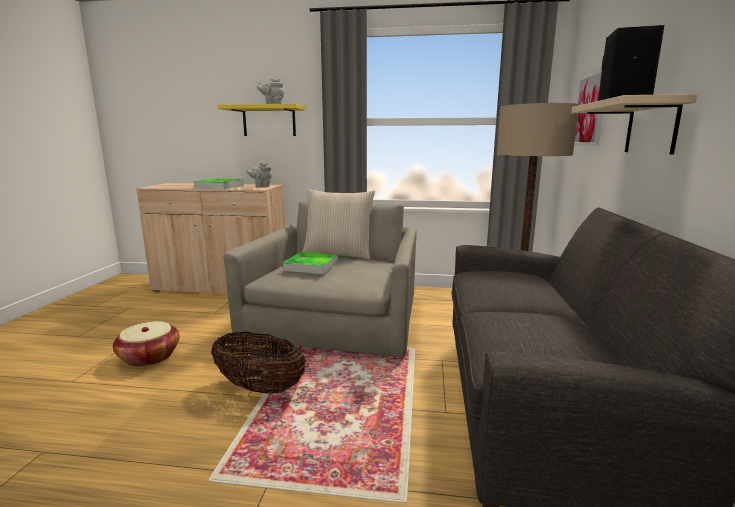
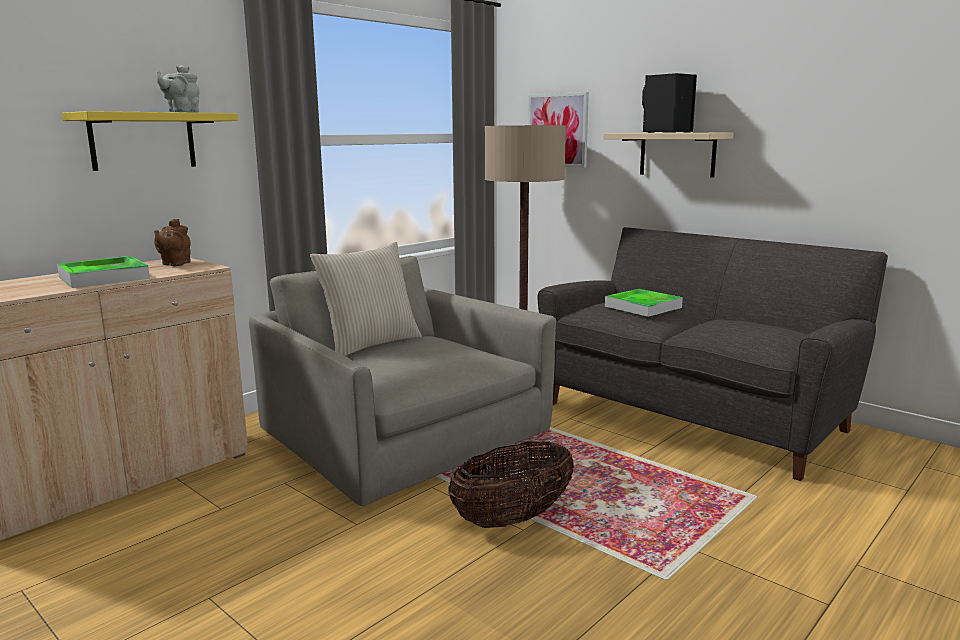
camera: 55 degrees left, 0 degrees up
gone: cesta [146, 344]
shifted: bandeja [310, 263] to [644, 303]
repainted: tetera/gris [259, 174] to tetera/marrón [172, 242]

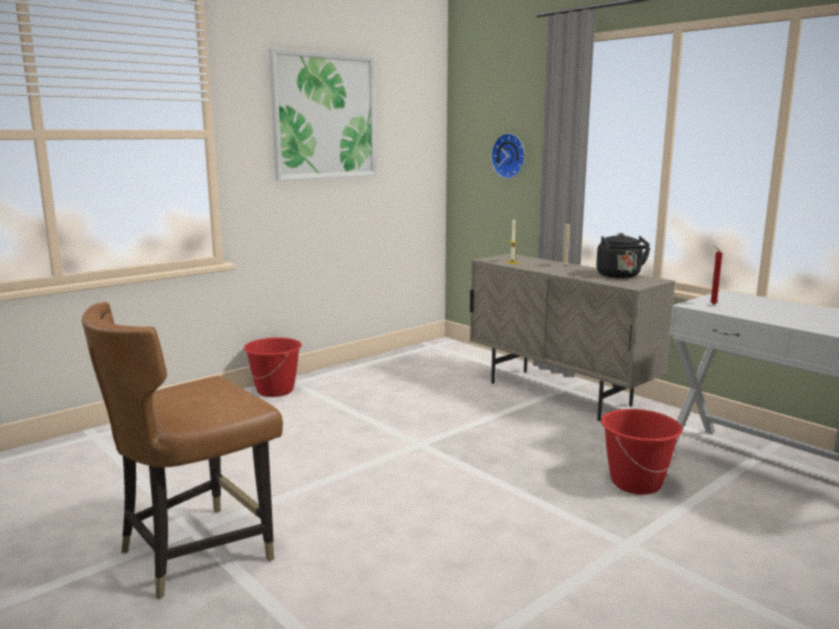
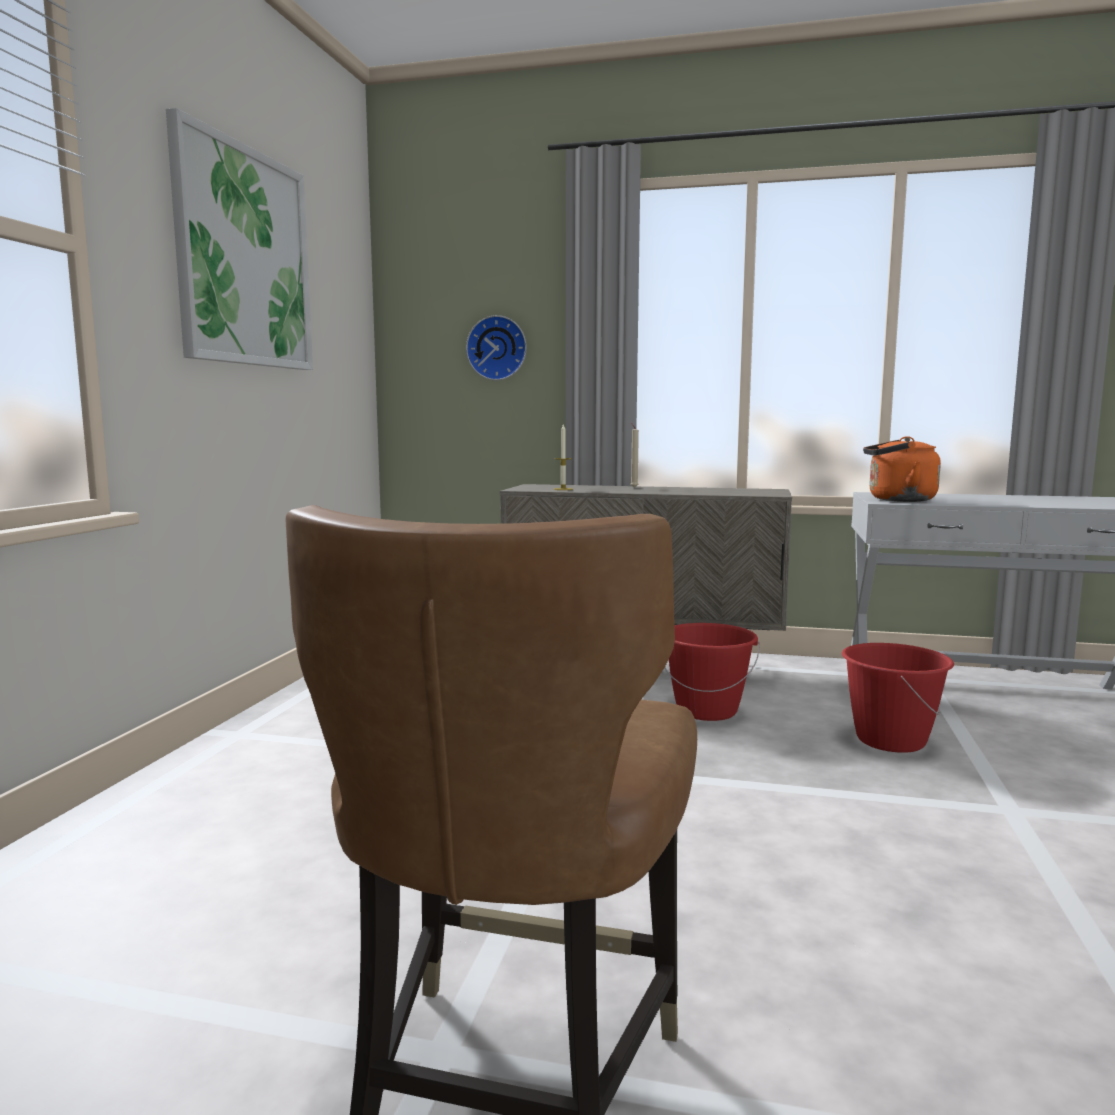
camera: 35 degrees left, 5 degrees down
gone: hervidor/negro [623, 255]
shifted: cubo/rojo [273, 367] to [712, 672]
swapped: vela/rojo [716, 275] to hervidor/naranja [902, 469]

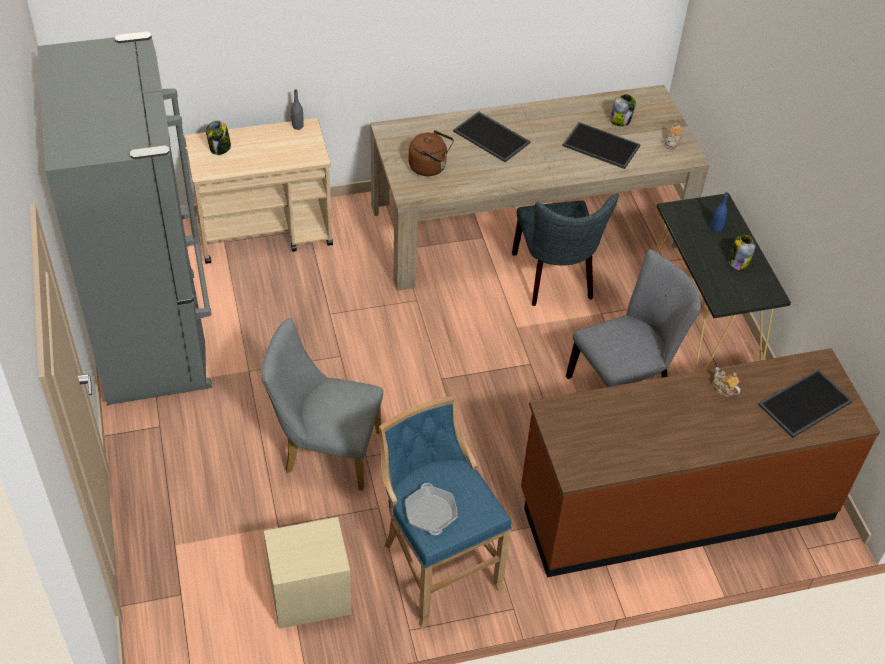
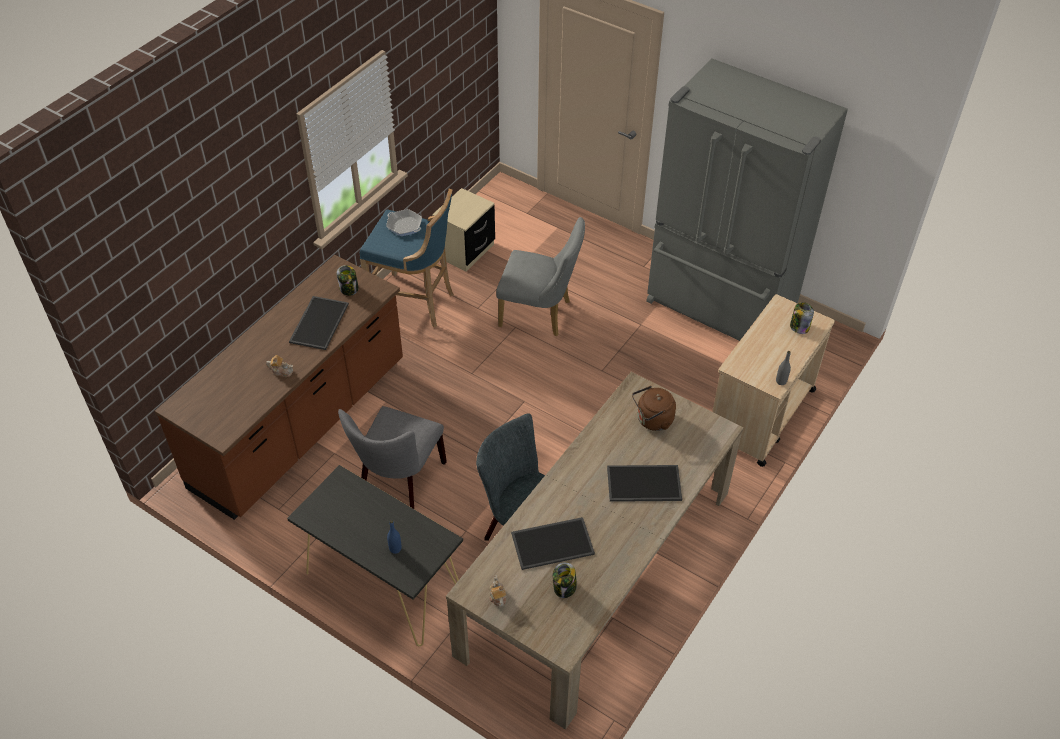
camera: 140 degrees right, 0 degrees up
shifted: tarro [742, 252] to [348, 280]; bandeja [805, 403] to [319, 323]
rotated: silla/gris [322, 404] = [540, 277] 45 degrees clockwise

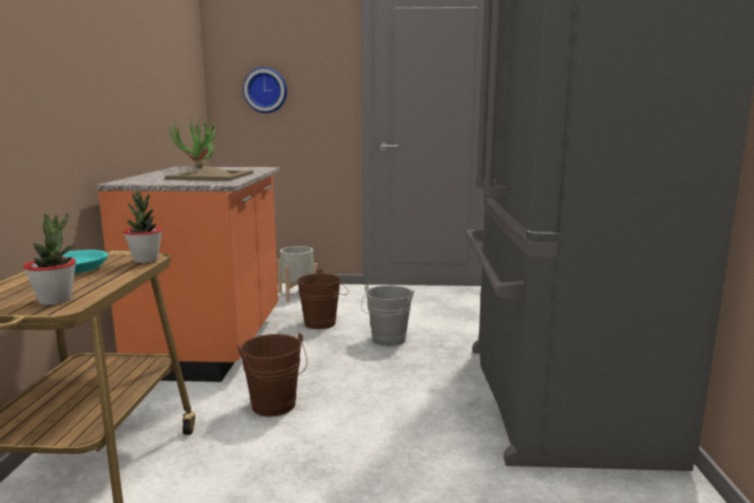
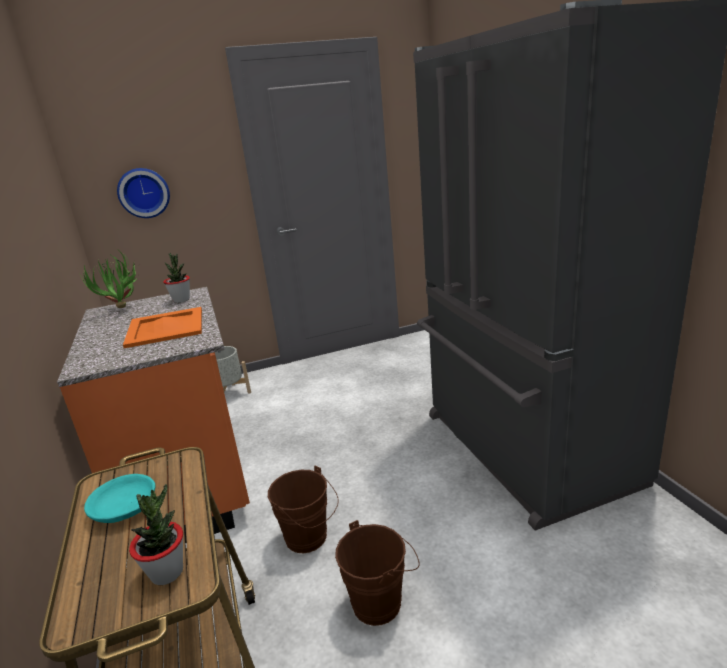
camera: 20 degrees left, 10 degrees up
gone: cubo/gris [387, 315]
shifted: planta en maceta [142, 227] to [176, 278]; cubo/marrón [323, 299] to [377, 573]
repainted: bandeja/beis [209, 173] to bandeja/naranja [162, 327]

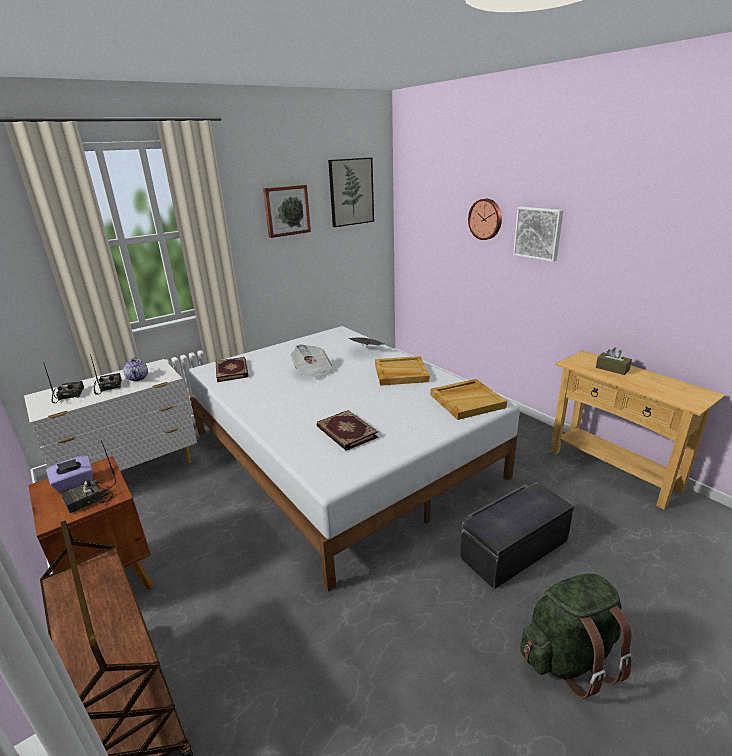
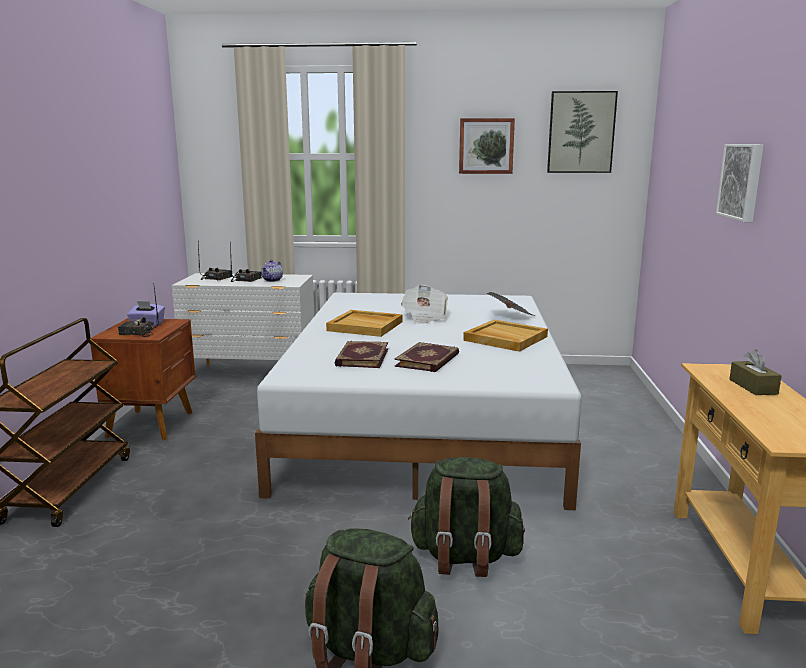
camera: 40 degrees right, 10 degrees down
gone: reloj de pared [485, 219]
shifted: libro [232, 369] to [426, 357]; bandeja/beis [469, 399] to [364, 323]
swapped: caja de almacenaje/negro [517, 535] to mochila/verde [466, 517]

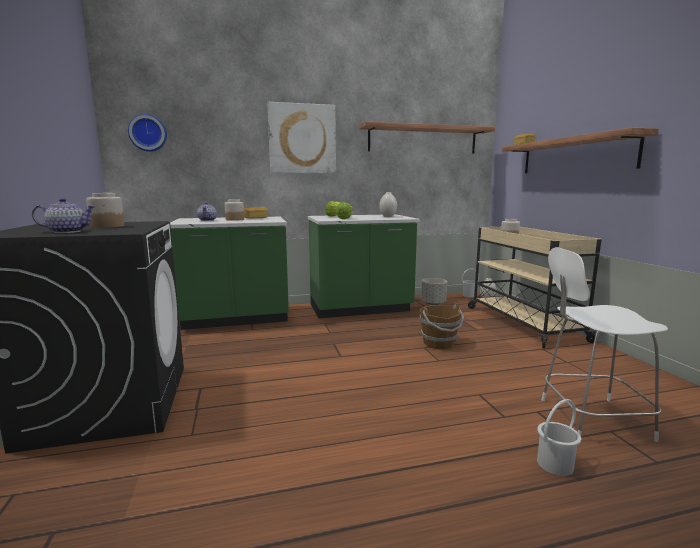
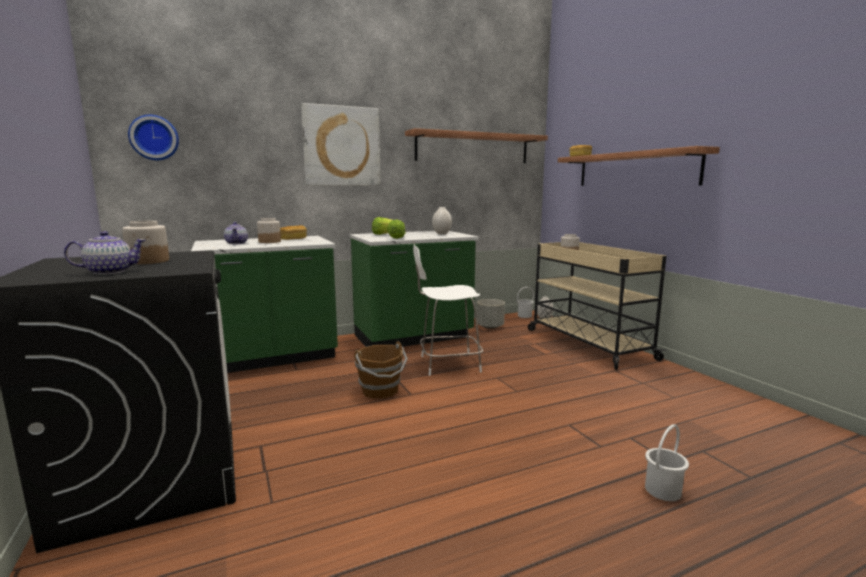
camera: 10 degrees left, 0 degrees up
shifted: cubo/marrón [442, 326] to [381, 370]; silla/blanco [604, 344] to [448, 310]

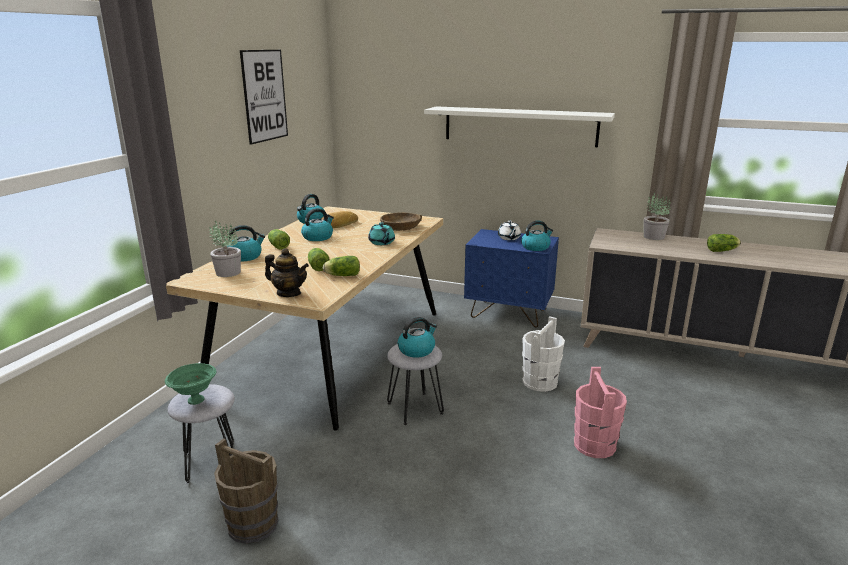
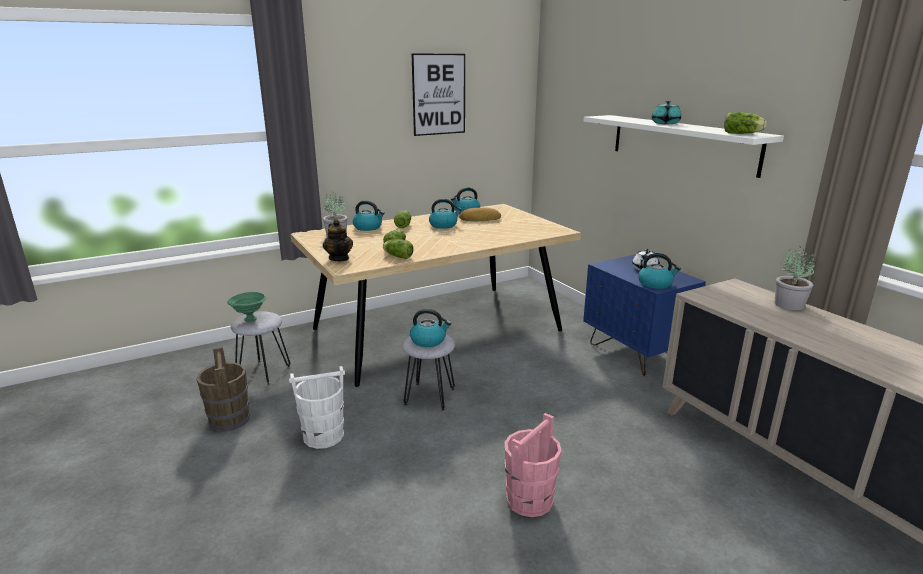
camera: 40 degrees right, 0 degrees up
gone: cuenco/marrón [401, 221]
shifted: tetera/turquesa [381, 233] to [666, 112]; cubo/blanco [543, 354] to [317, 407]; lechuga [724, 243] to [745, 123]

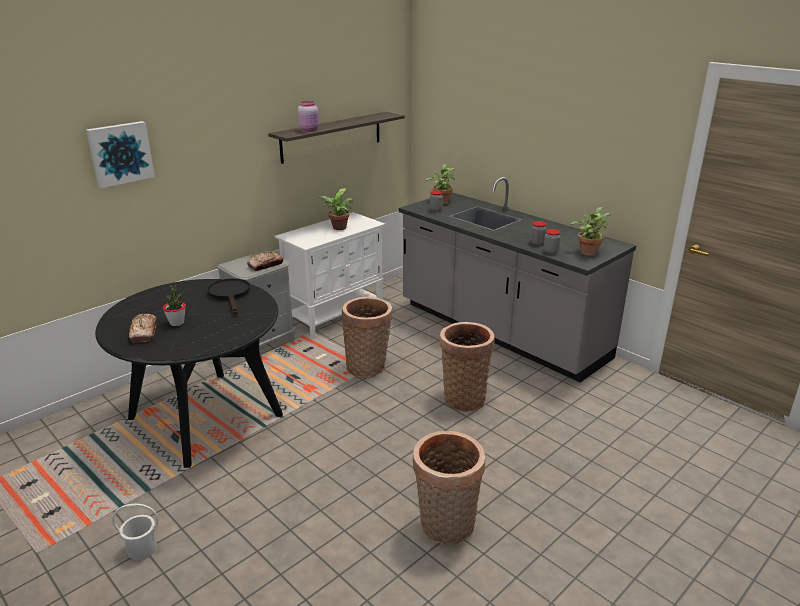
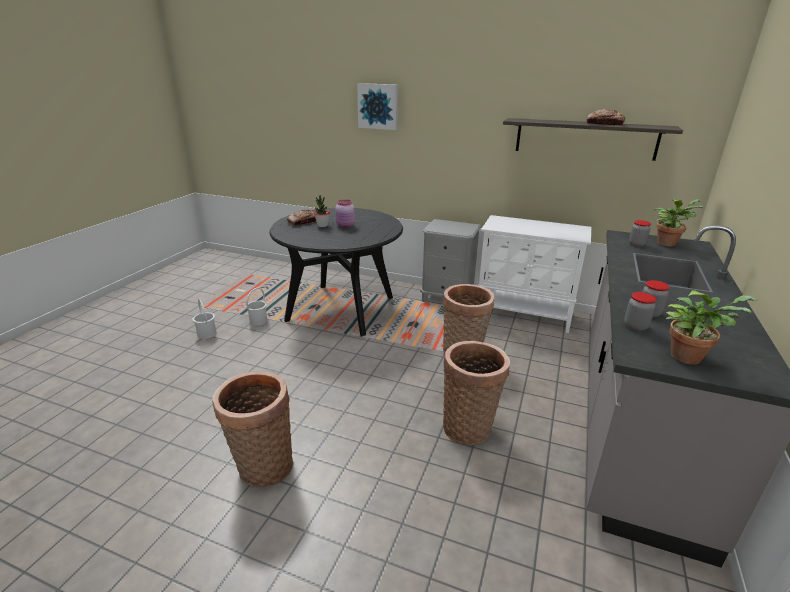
camera: 65 degrees right, 0 degrees up
gone: sartén/negro [229, 296]; planta en maceta [335, 209]
new: cubo/blanco [256, 307]
shifted: pan [265, 261] to [606, 117]; tarro/rosa [308, 116] to [345, 213]

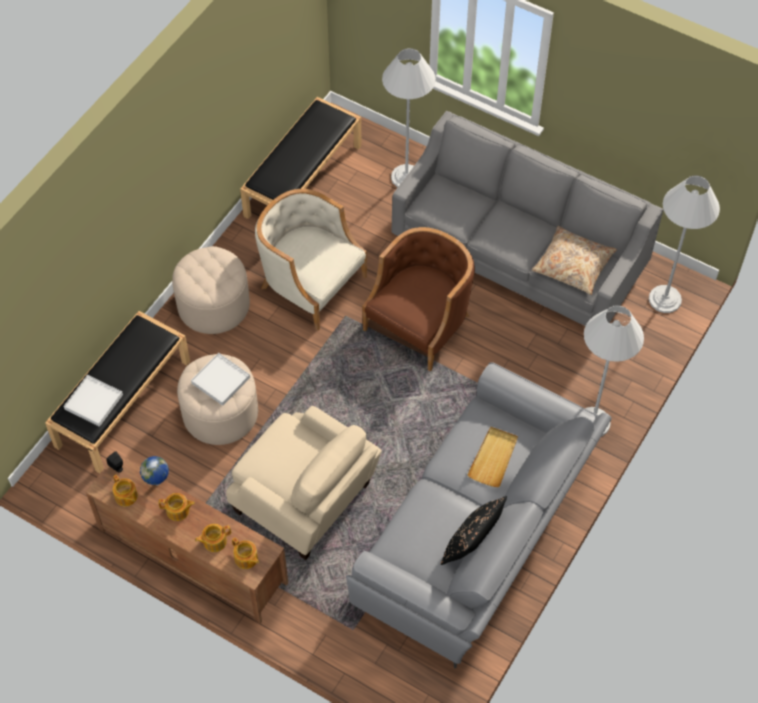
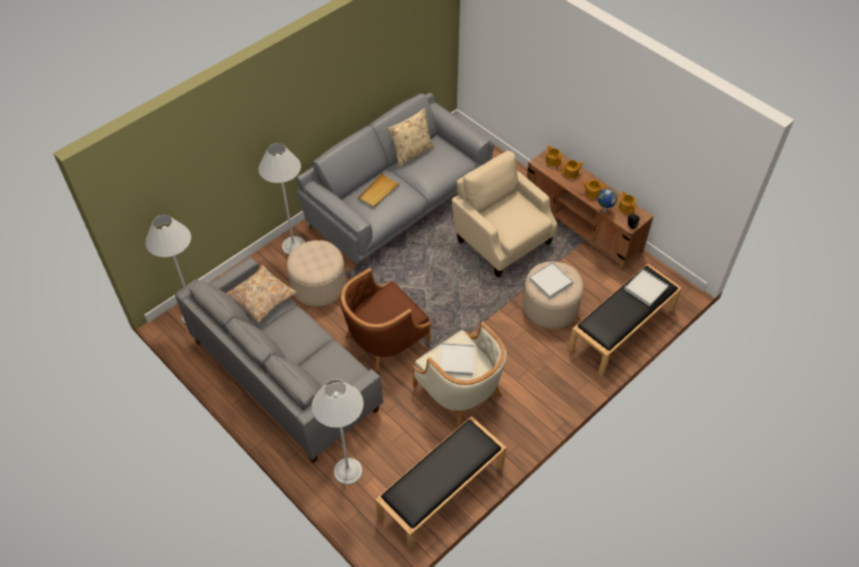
camera: 165 degrees left, 5 degrees down
new: bandeja/blanco [457, 359]
shifted: puf/beis [211, 290] to [316, 273]
repainted: cojín/negro [474, 530] to cojín/beis [411, 137]

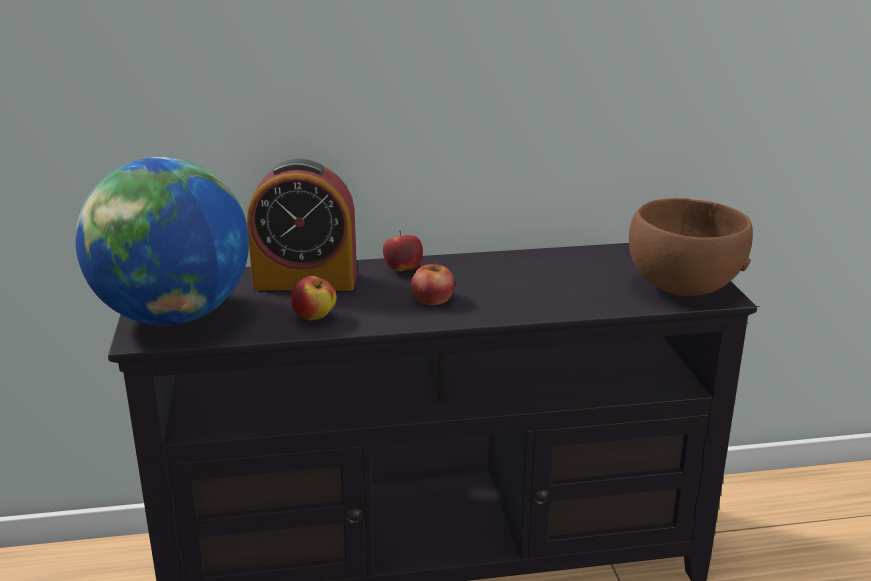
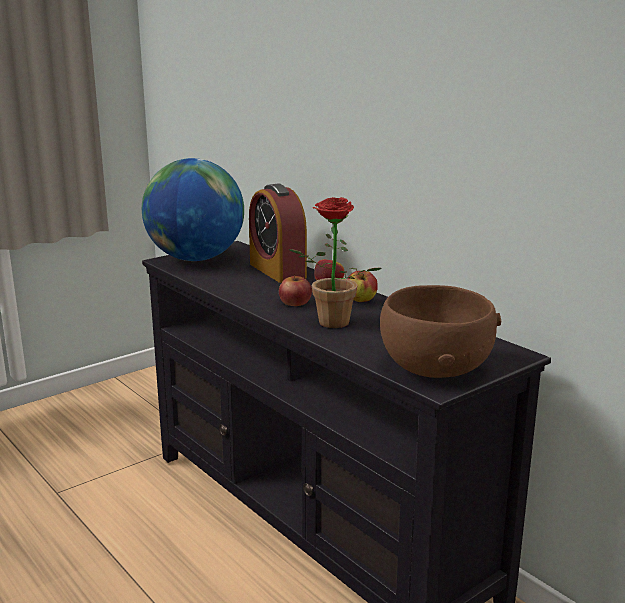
camera: 60 degrees right, 5 degrees down
new: planta en maceta [335, 262]
shifted: manzana [314, 298] to [362, 286]

